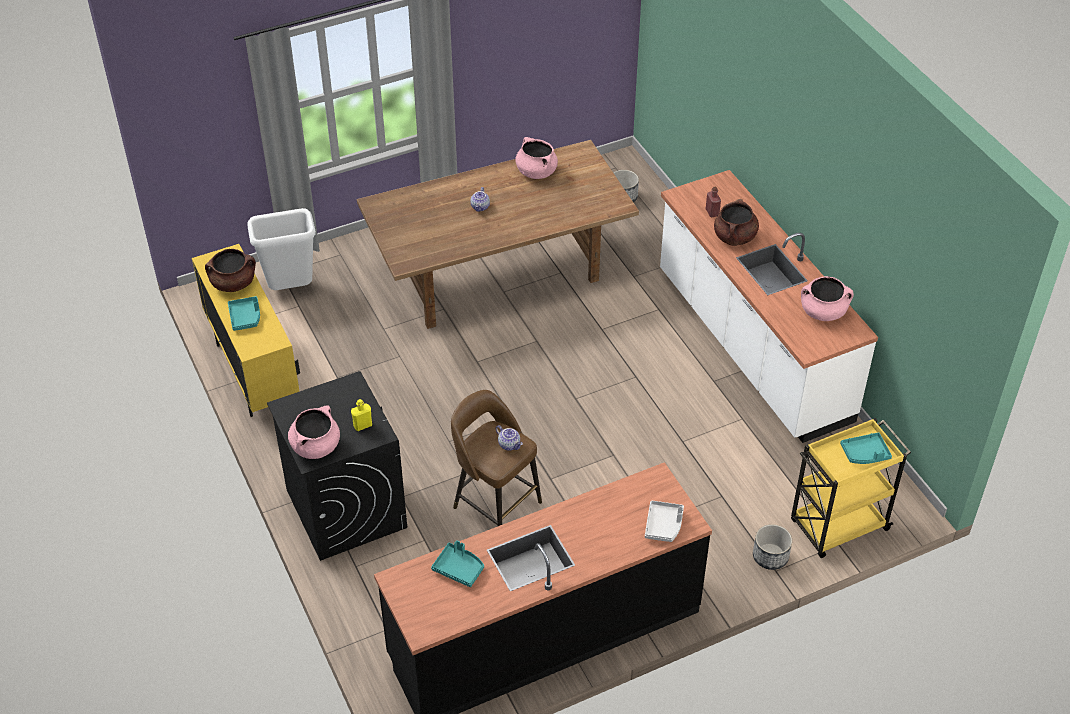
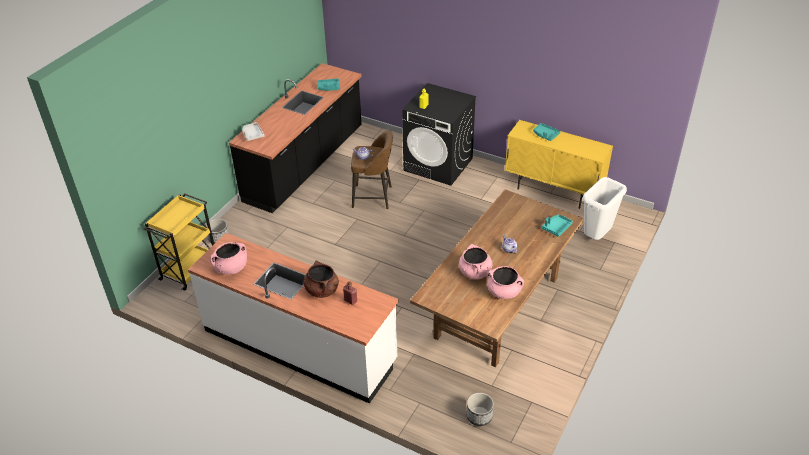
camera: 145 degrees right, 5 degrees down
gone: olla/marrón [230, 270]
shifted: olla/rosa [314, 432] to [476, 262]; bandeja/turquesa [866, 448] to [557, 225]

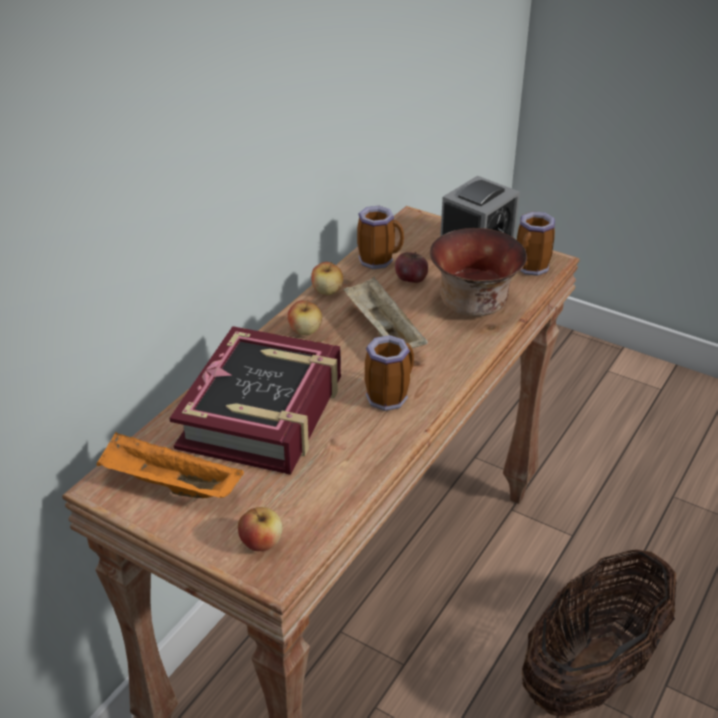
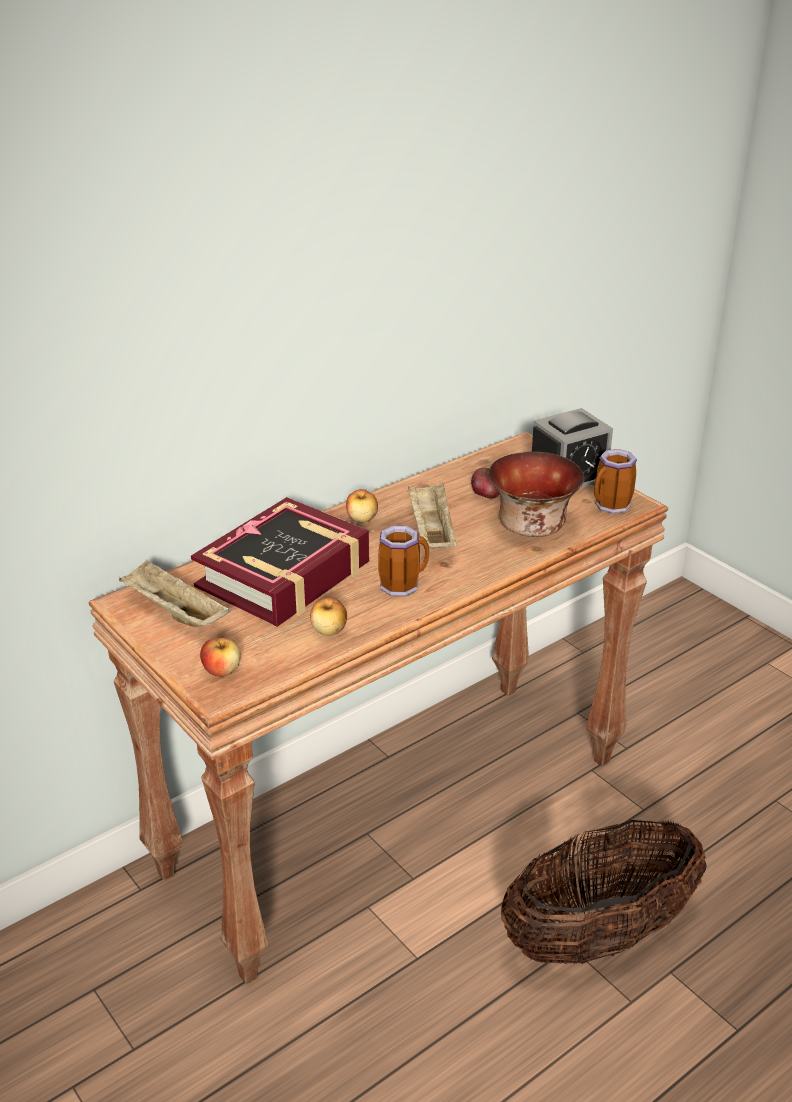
camera: 20 degrees right, 5 degrees down
gone: taza grande [380, 237]
shifted: manzana [327, 278] to [328, 616]
repainted: bandeja/naranja [170, 465] to bandeja/beis [175, 593]

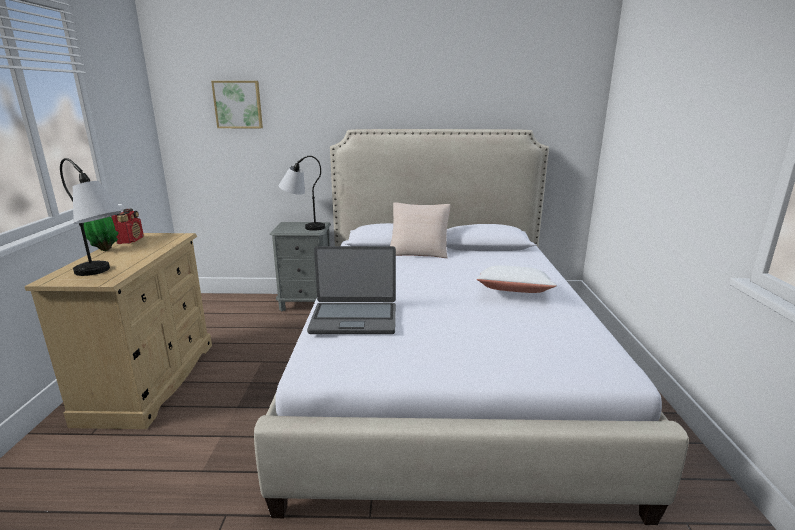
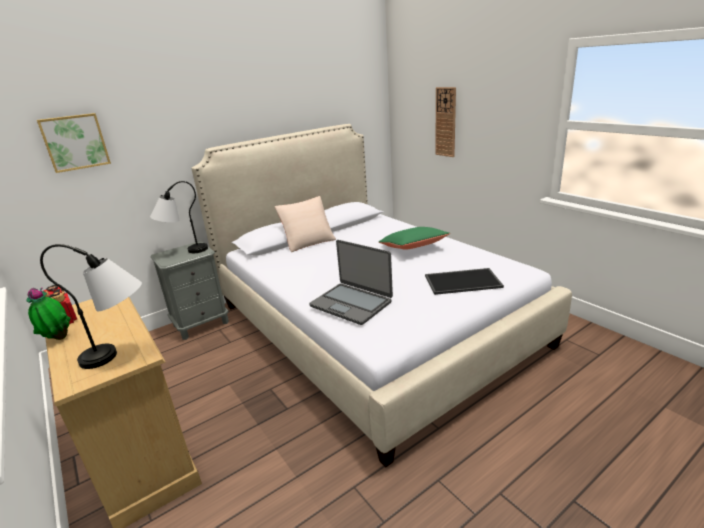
camera: 35 degrees left, 5 degrees up
new: bandeja [464, 281]; reloj de pared [445, 122]
repainted: cojín/blanco [517, 279] to cojín/verde [414, 238]
rotated: portátil [351, 290] = [351, 282] 75 degrees clockwise

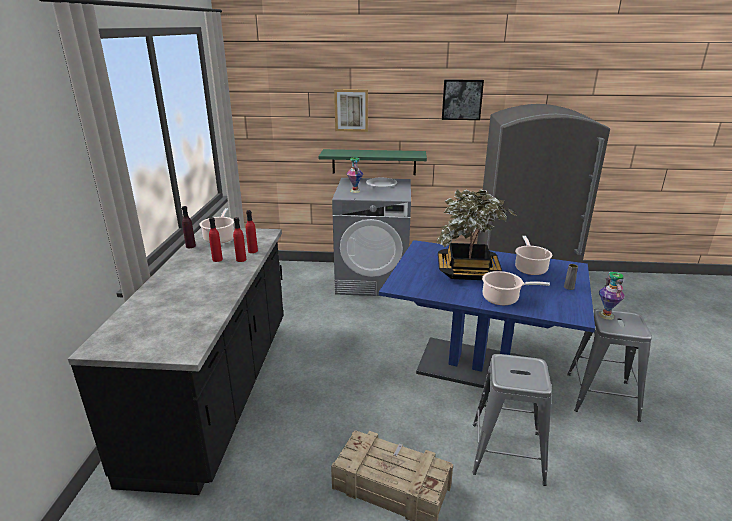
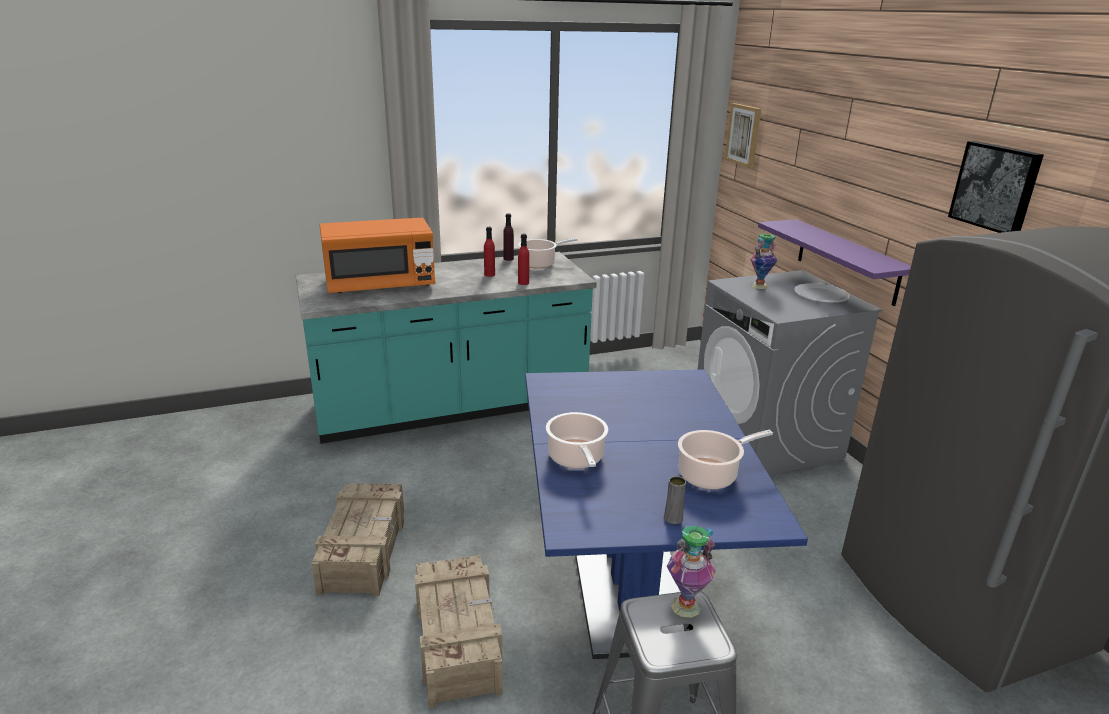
camera: 65 degrees right, 0 degrees up
gone: botella/rojo [239, 239]; planta en maceta [476, 234]
new: microondas/naranja [378, 255]
shifted: cuadro [351, 110] to [743, 135]
swapped: taburete/gris [512, 420] to caja de embalaje [459, 631]
repainted: mueble bajo de cocina/negro [176, 361] to mueble bajo de cocina/turquesa [446, 348]; estante/verde [372, 162] to estante/morado [834, 262]

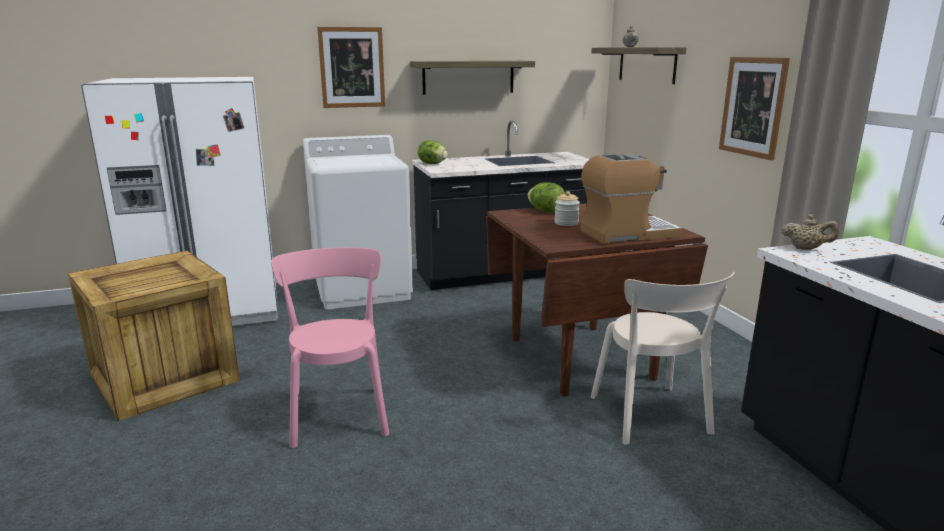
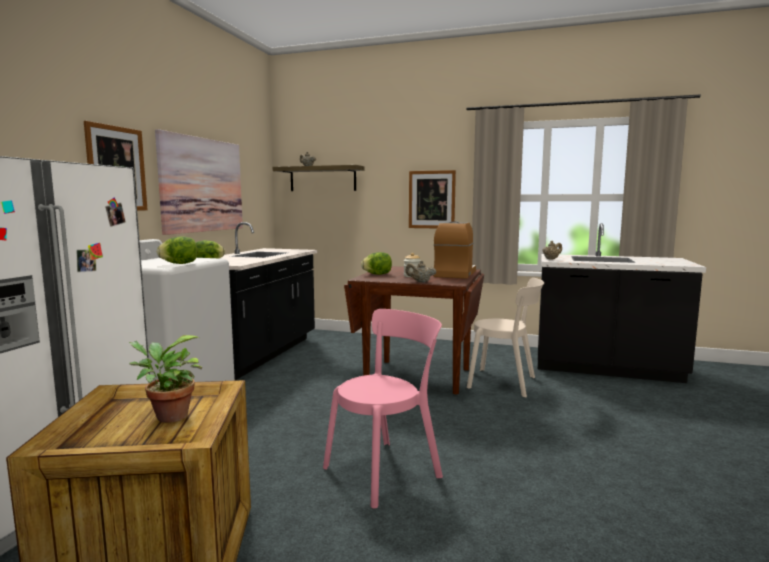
camera: 55 degrees left, 10 degrees down
new: planta en maceta [165, 379]; lechuga [177, 250]; tetera/beis [420, 272]
swapped: estante [472, 78] to cuadro [199, 182]
rotated: silla/rosa [330, 347] = [383, 409] 120 degrees clockwise

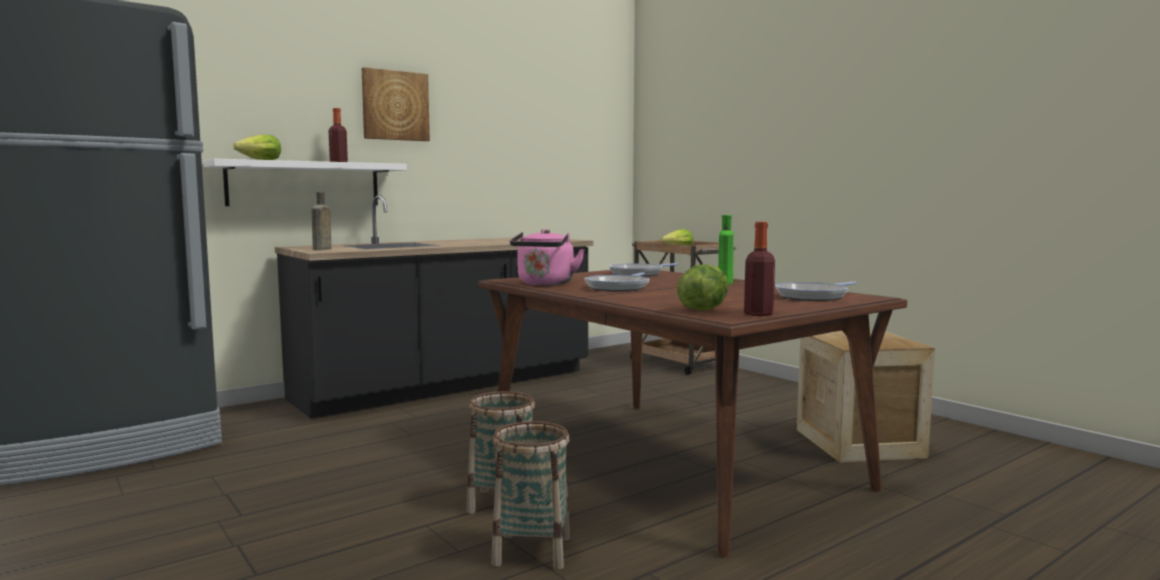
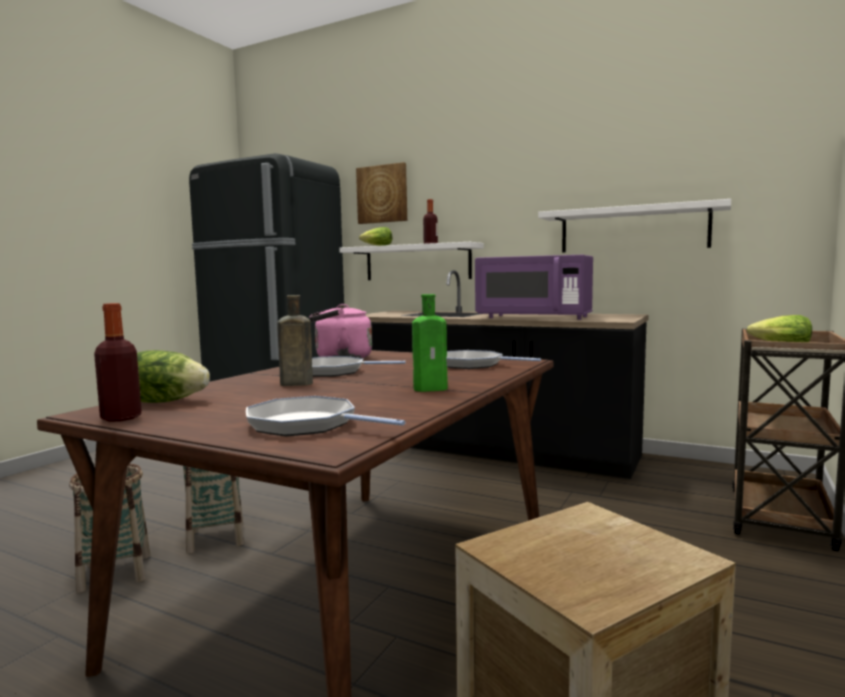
camera: 65 degrees right, 0 degrees up
new: microondas/morado [534, 287]; estante/blanco [634, 226]
shifted: botella/marrón [321, 221] to [295, 340]; cuadro [396, 104] to [381, 193]

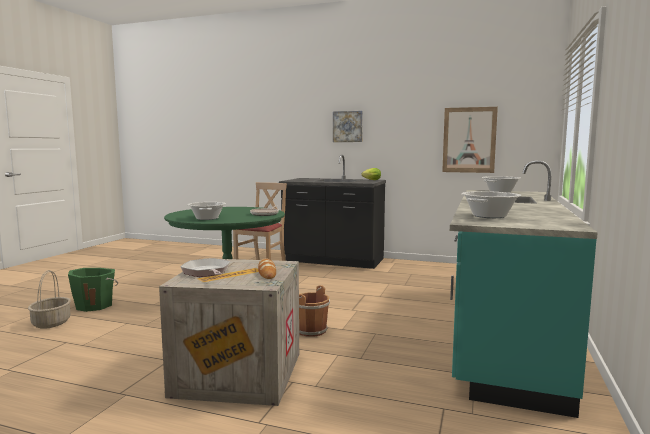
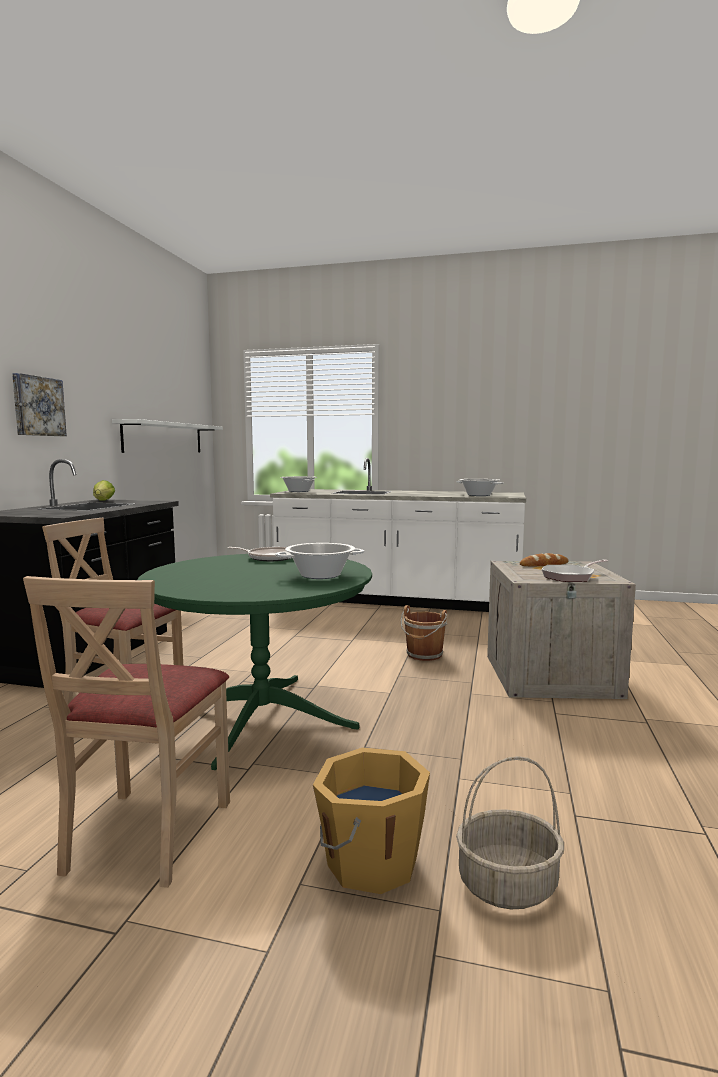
camera: 95 degrees left, 0 degrees up
new: silla/beis [126, 732]
swapped: cuadro [470, 140] to estante/blanco [167, 436]
repainted: cubo/verde [93, 290] to cubo/naranja [371, 821]; mueble bajo de cocina/turquesa [524, 289] to mueble bajo de cocina/blanco [398, 535]

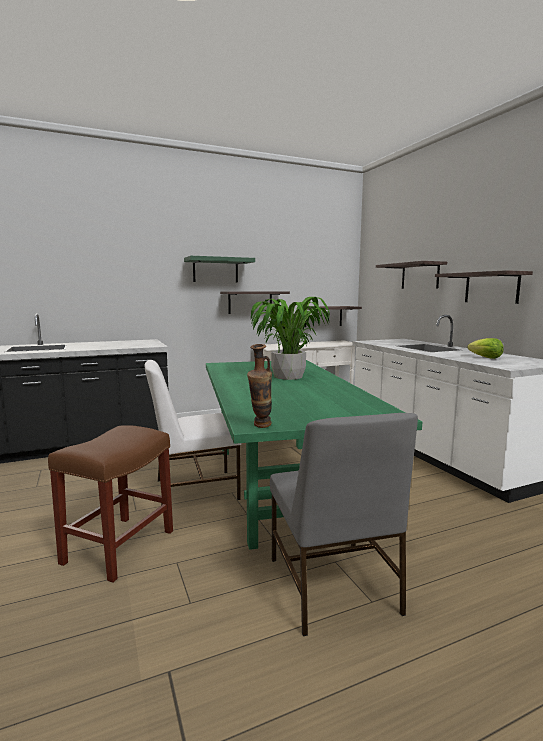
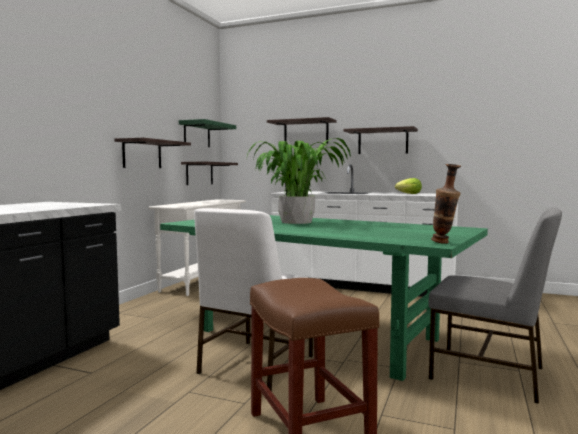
camera: 45 degrees left, 5 degrees down
shifted: estante/verde [219, 269] to [207, 133]

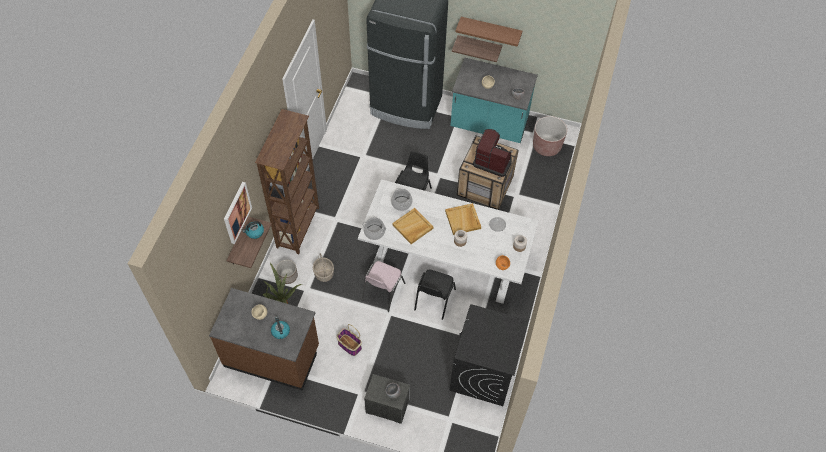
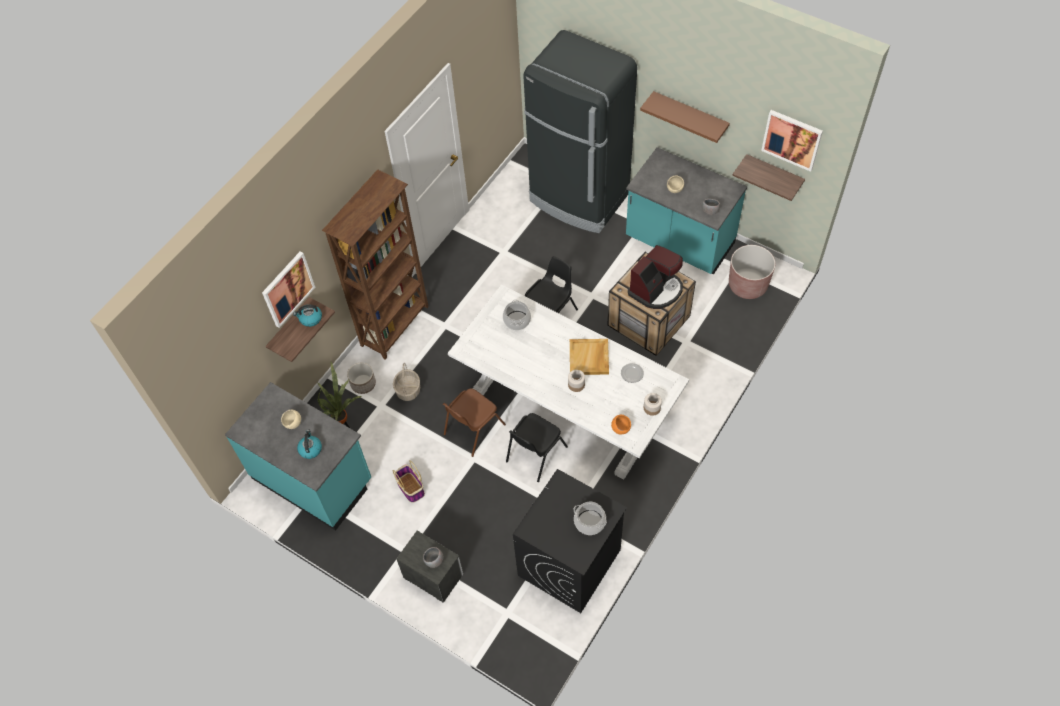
camera: 20 degrees right, 0 degrees up
gone: bandeja/beis [412, 226]
new: cuadro [792, 141]
shifted: olla [374, 228] to [590, 518]; estante [477, 48] to [768, 177]
repainted: mueble bajo de cocina/marrón [264, 339] to mueble bajo de cocina/turquesa [298, 456]; silla/rosa [383, 286] to silla/marrón [474, 422]
rotated: cafetera [492, 153] = [655, 277] 90 degrees clockwise

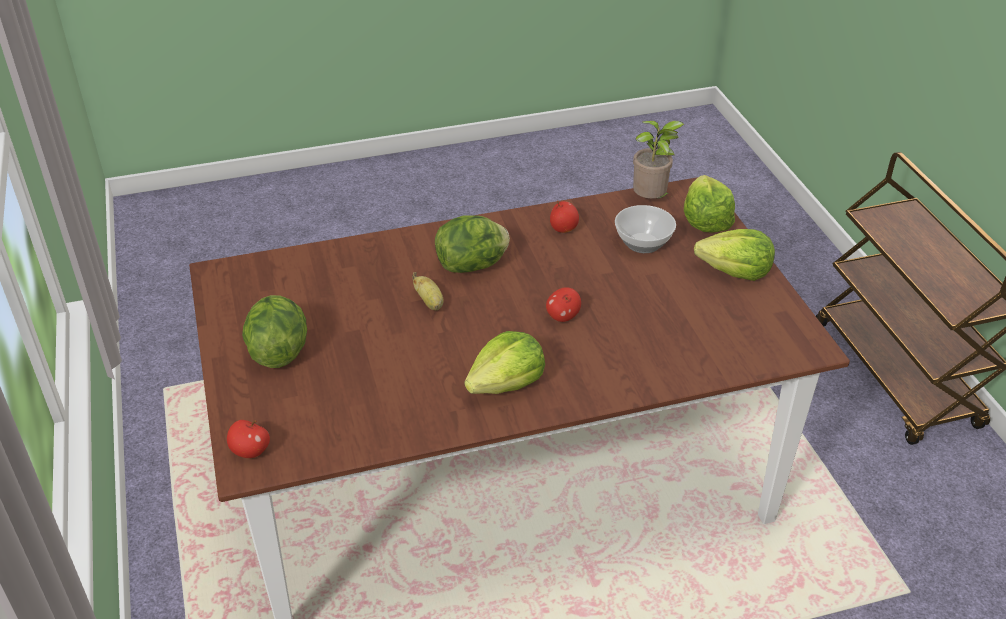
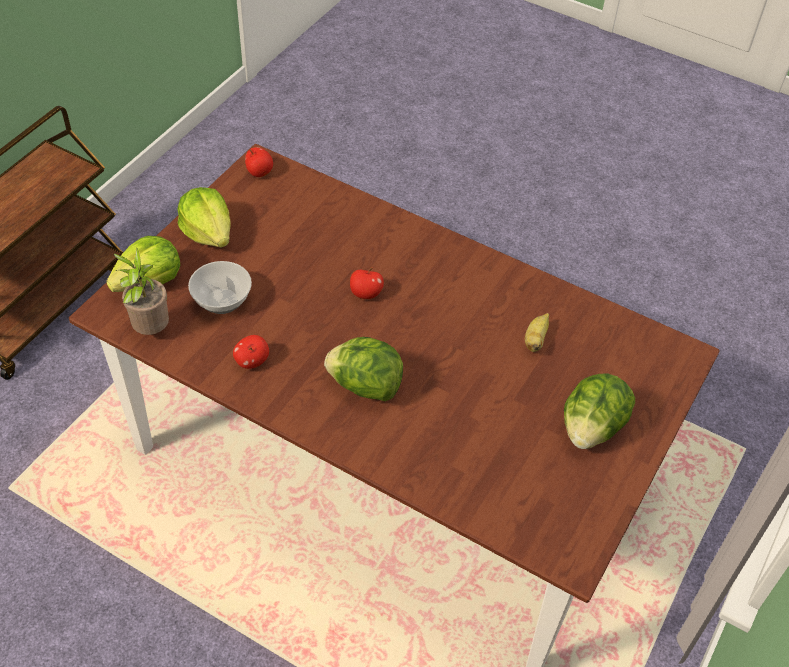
camera: 135 degrees left, 10 degrees up
gone: lechuga [504, 362]
shifted: manzana [248, 439] to [259, 162]; plátano [427, 291] to [537, 332]

